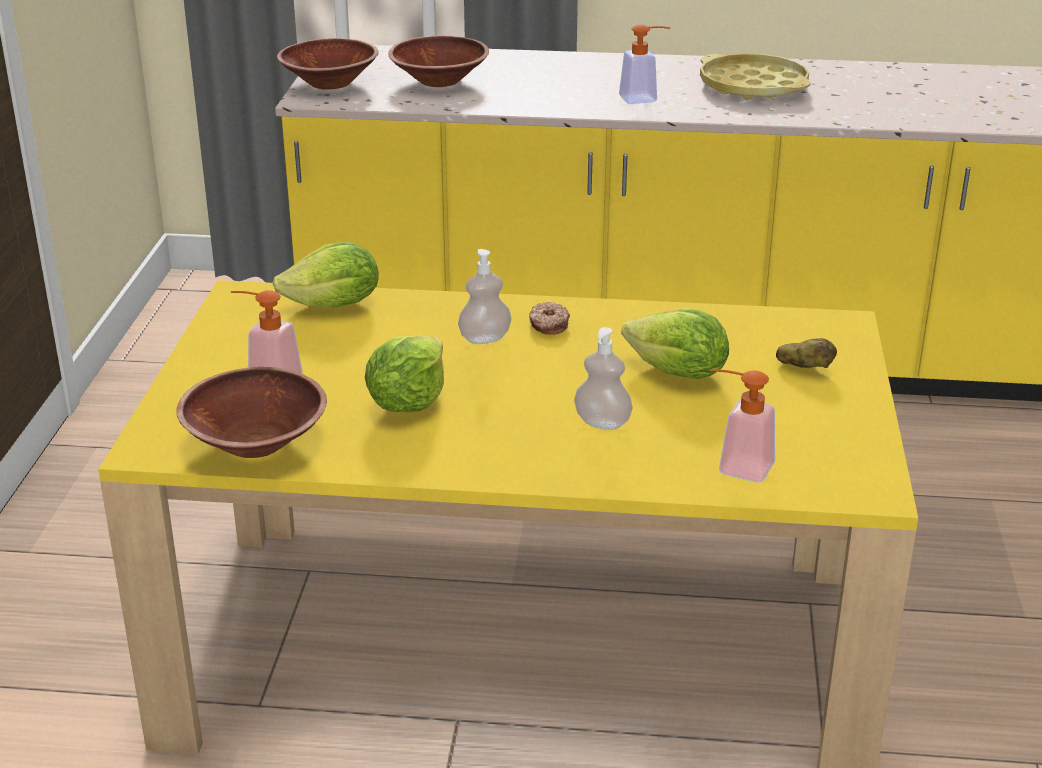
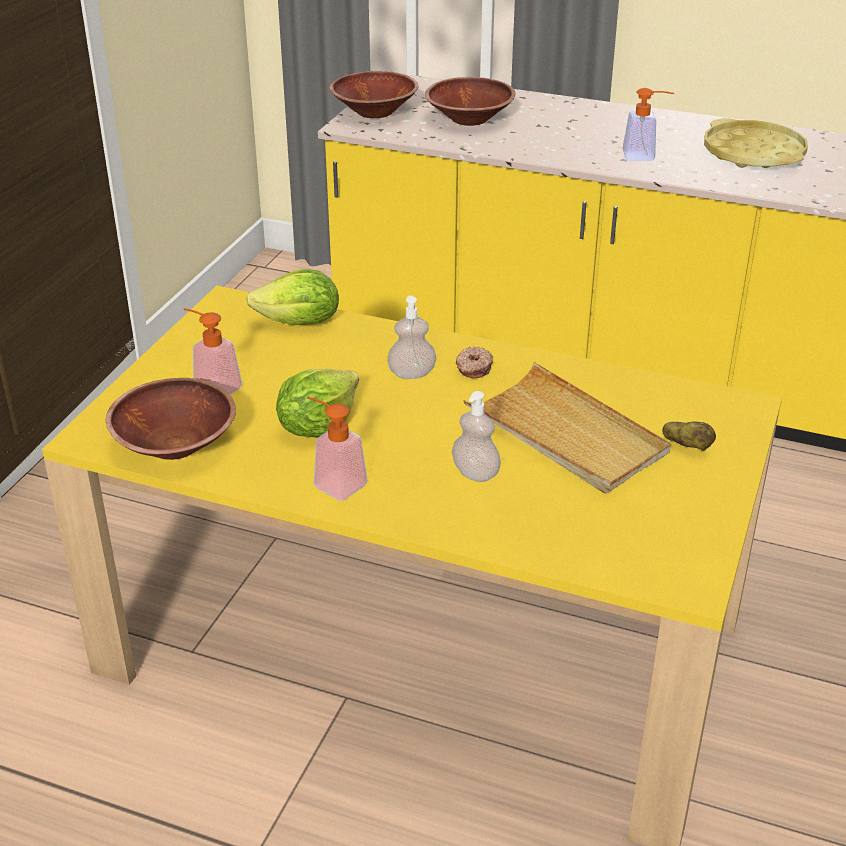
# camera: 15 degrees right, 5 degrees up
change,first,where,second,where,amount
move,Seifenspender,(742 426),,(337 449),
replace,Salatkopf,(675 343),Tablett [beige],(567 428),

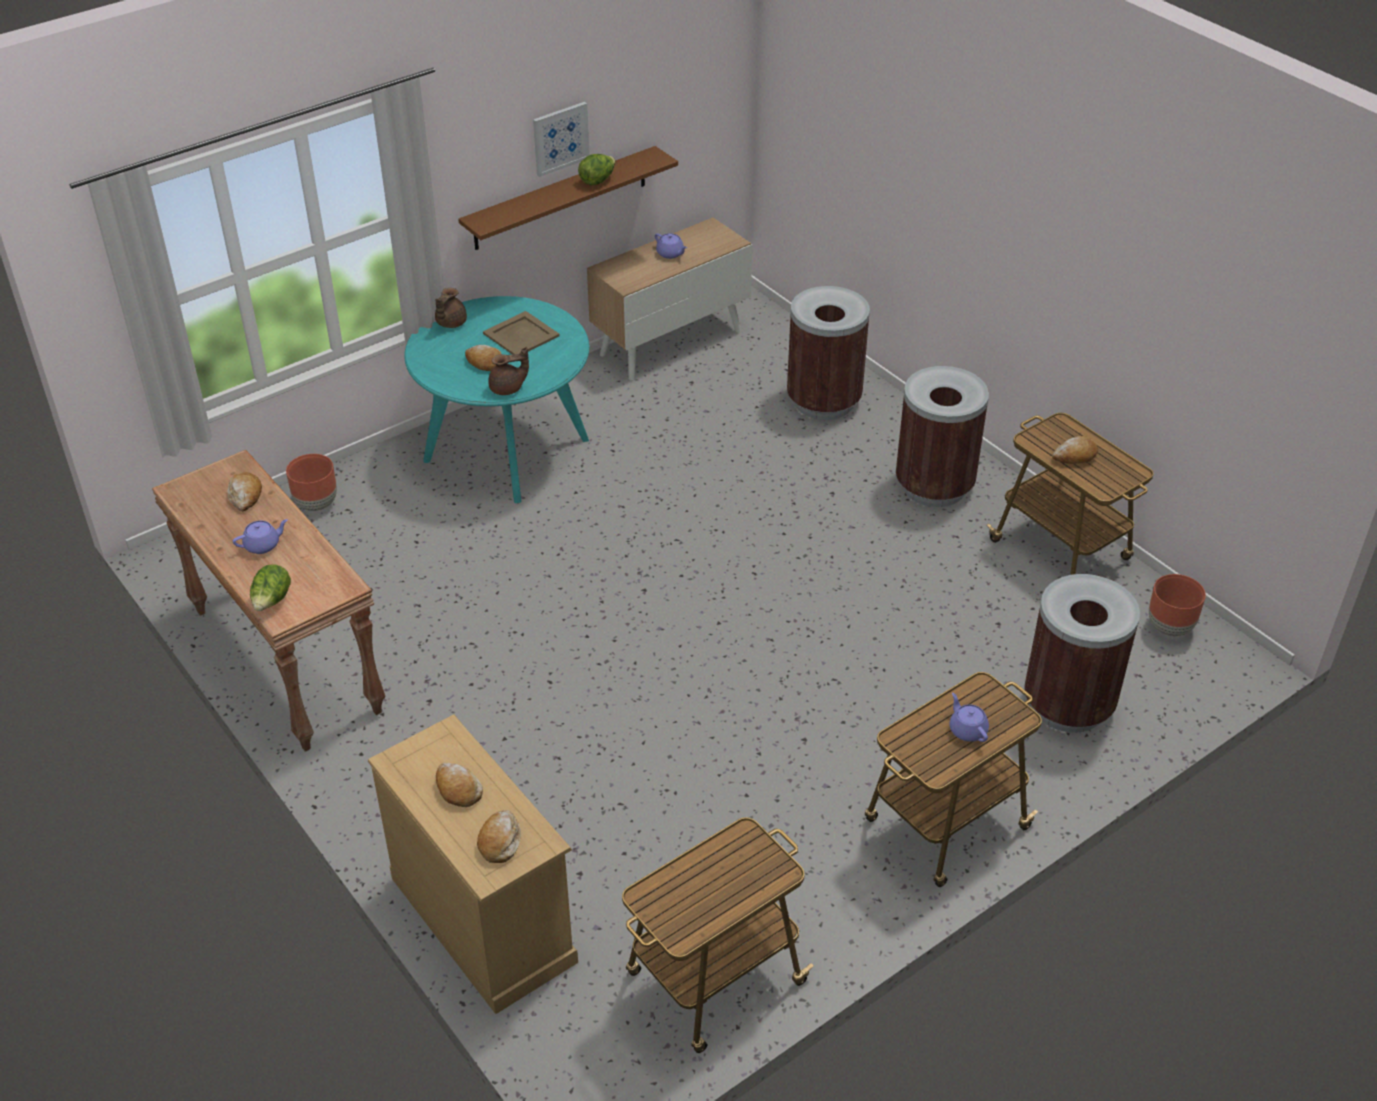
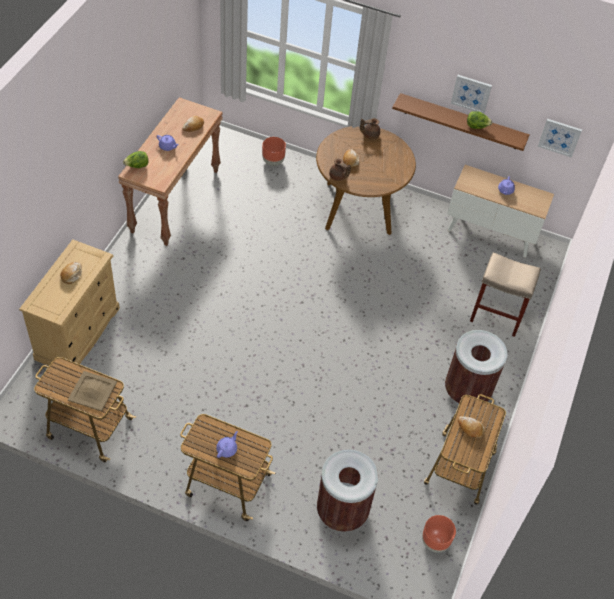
# camera: 55 degrees right, 10 degrees up
change,first,where,second,where,amount
delete,Brot,(499 836),,,
insert,,,Bild,(560 138),
move,Tablett [beige],(521 333),,(92 391),
replace,Mülleimer [braun],(828 353),Hocker [beige],(505 294),
recolor,Esstisch [türkis],(496 399),Esstisch [braun],(366 180),

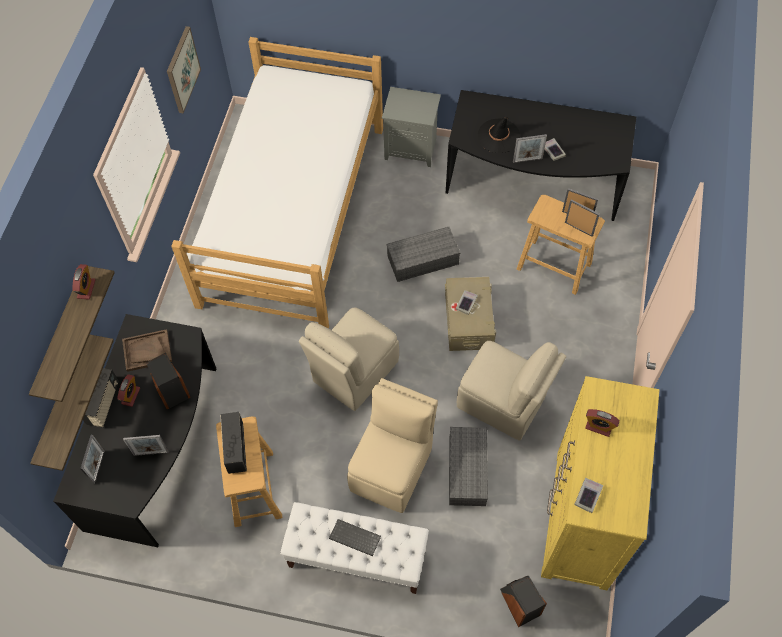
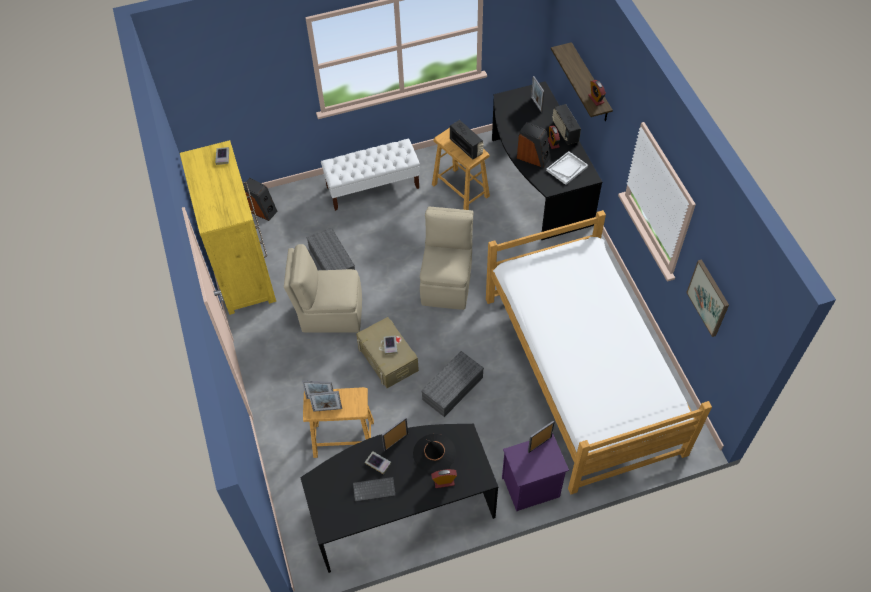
# camera: 150 degrees right, 5 degrees down
change,first,where,second,where,amount
delete,Wandregal,(72 403),,,
delete,Stuhl [beige],(392 445),,,
move,Bilderrahmen,(146 445),,(541 436),
move,Tastatur,(355 537),,(374 489),
move,Wecker,(602 423),,(444 478),
recolor,Tablett [braun],(147 350),Tablett [weiß],(567 168),
recolor,Nachttisch [grau],(411 127),Nachttisch [lila],(535 472),

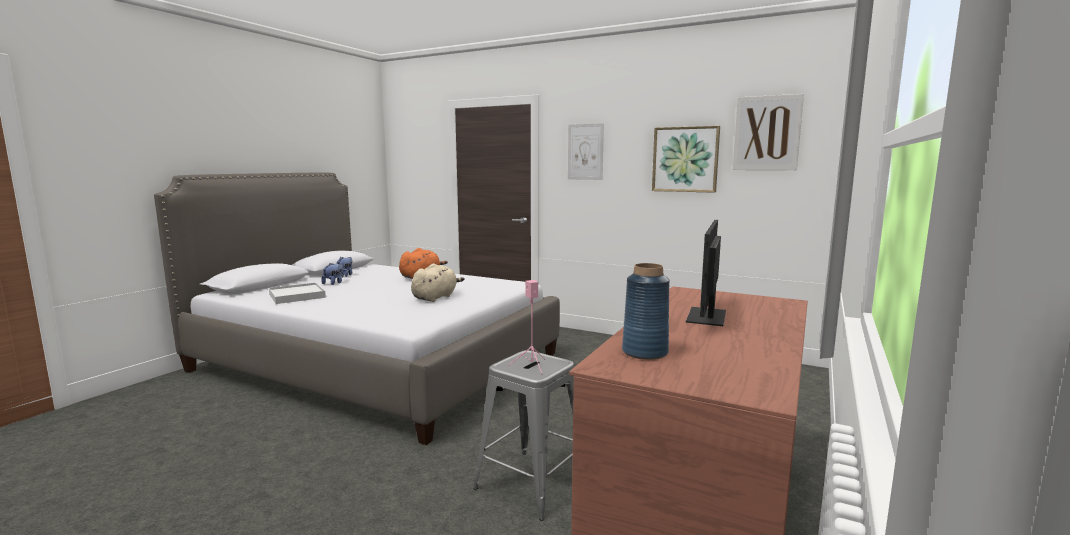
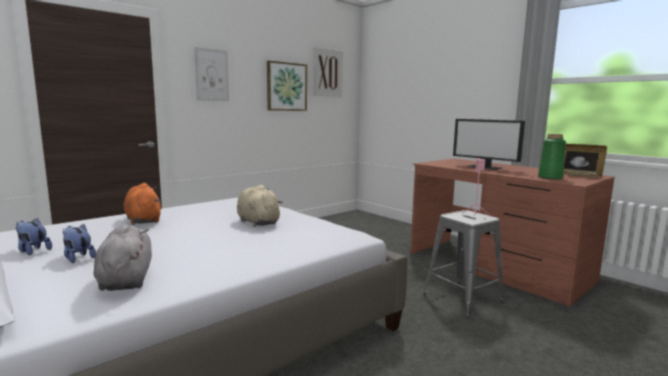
# camera: 70 degrees left, 0 degrees up
change,first,where,second,where,amount
insert,,,Bilderrahmen,(585 161),
replace,Tablett [weiß],(297 293),Plüschtier [grau],(123 258),
recolor,Vase [blau],(646 311),Vase [grün],(552 157),

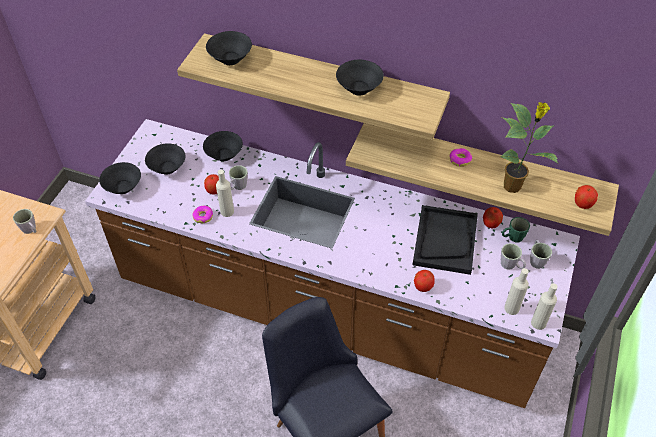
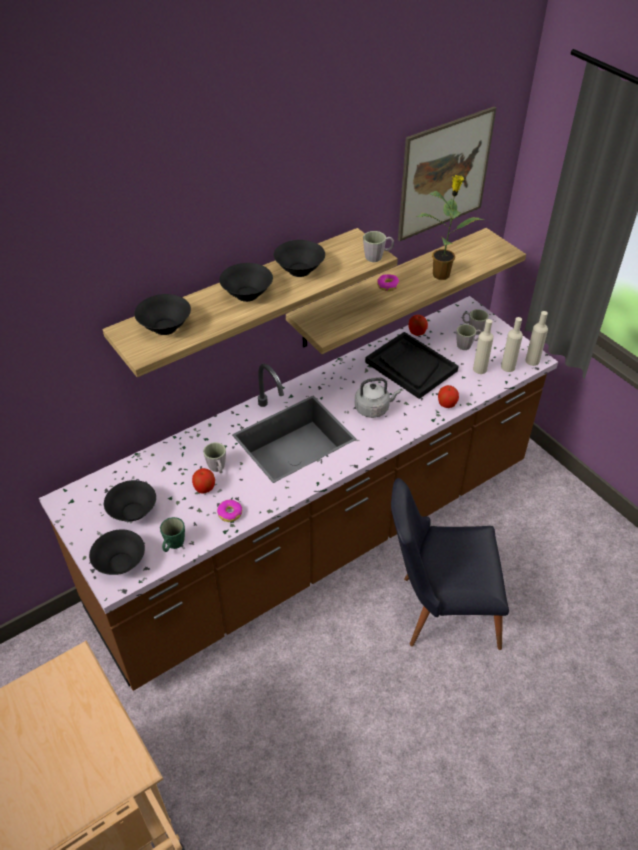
# camera: 55 degrees left, 5 degrees down
change,first,where,second,where,amount
delete,Apfel,(586 197),,,
insert,,,Wasserkessel [grau],(378 398),
insert,,,Bild,(447 174),
move,Henkelbecher [grau],(25 221),,(378 246),
move,Schüssel [schwarz],(223 146),,(246 282),
move,Flasche [beige],(225 193),,(483 346),
move,Henkelbecher [grün],(516 230),,(172 534),

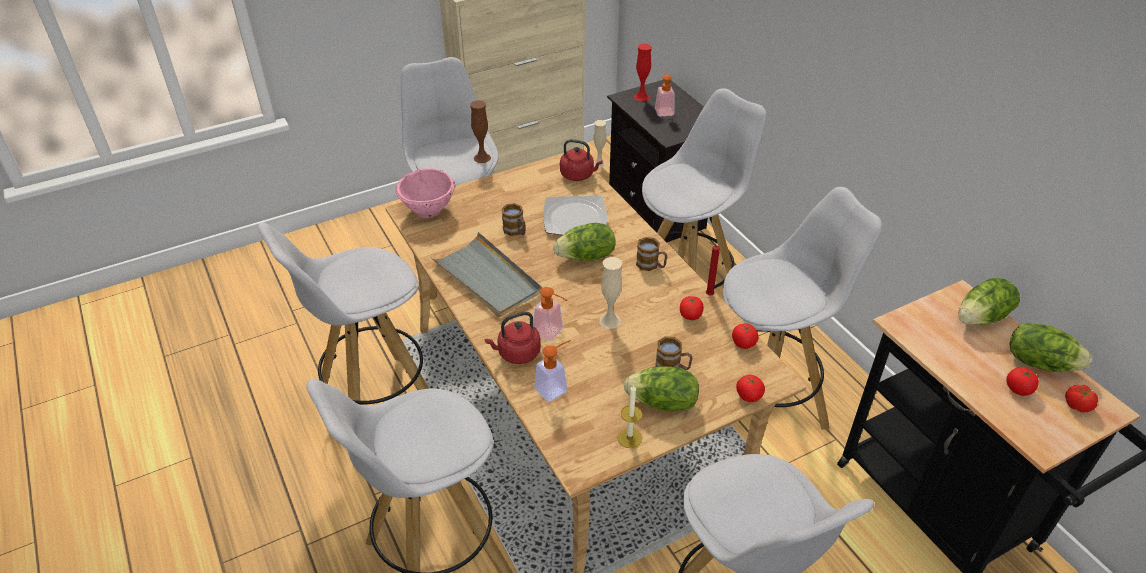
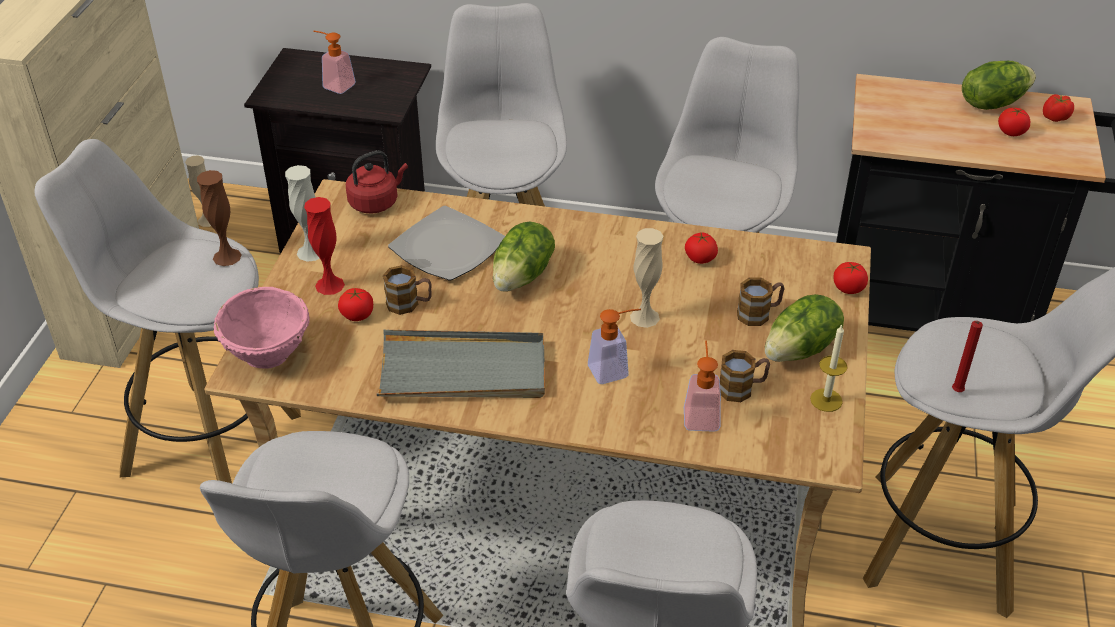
# camera: 50 degrees left, 0 degrees up
change,first,where,second,where,amount
delete,Wasserkessel [rot],(512 337),,,
delete,Salatkopf,(989 301),,,
insert,,,Vase [weiß],(302 213),
move,Vase [rot],(643 72),,(324 246),
move,Henkelbecher,(651 254),,(745 376),
move,Kerze [rot],(713 269),,(967 356),
move,Tomate,(745 336),,(355 304),

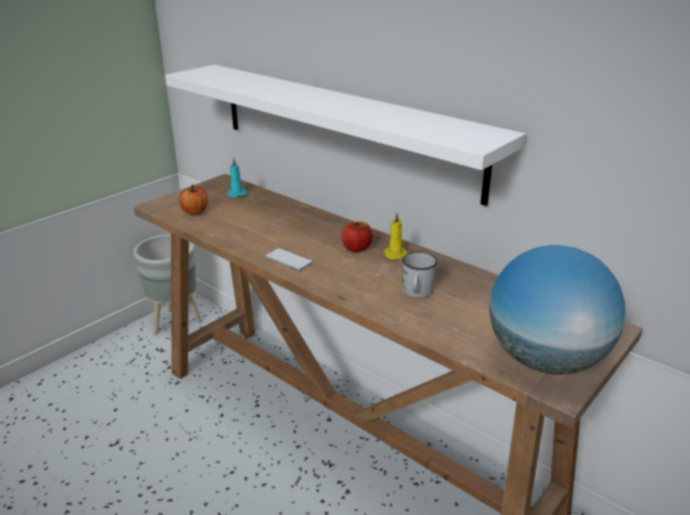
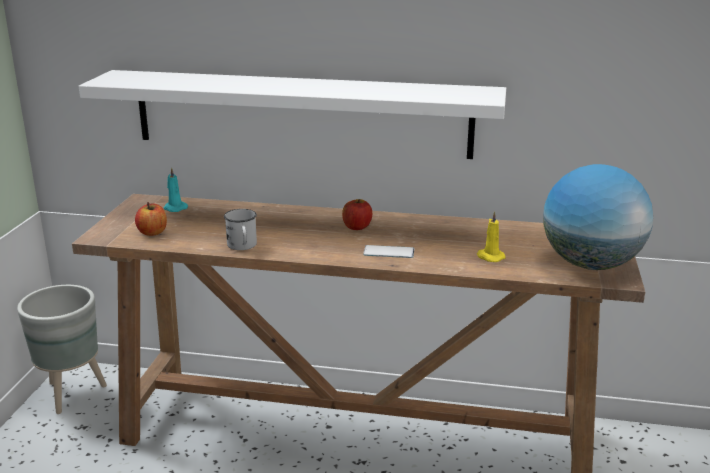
# camera: 30 degrees left, 5 degrees down
change,first,where,second,where,amount
move,Handy,(289 259),,(388 251),
move,Kerze [gelb],(396 236),,(491 236),
move,Henkelbecher [weiß],(419 275),,(240 229),

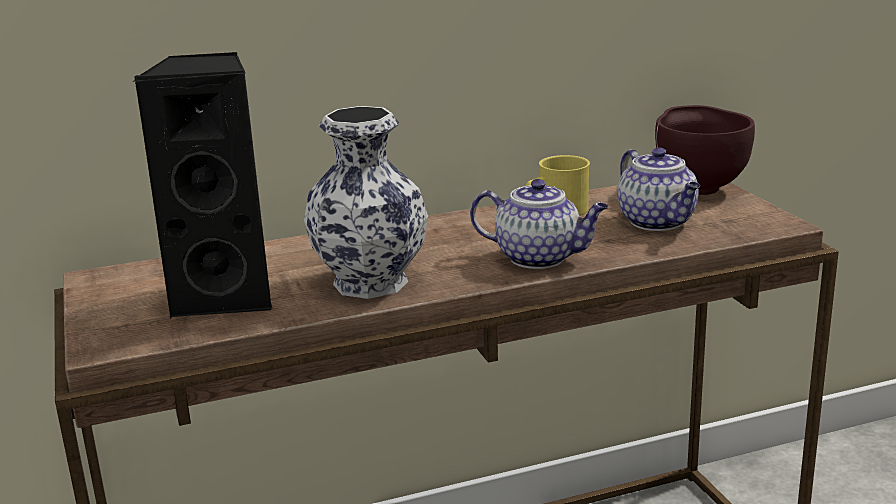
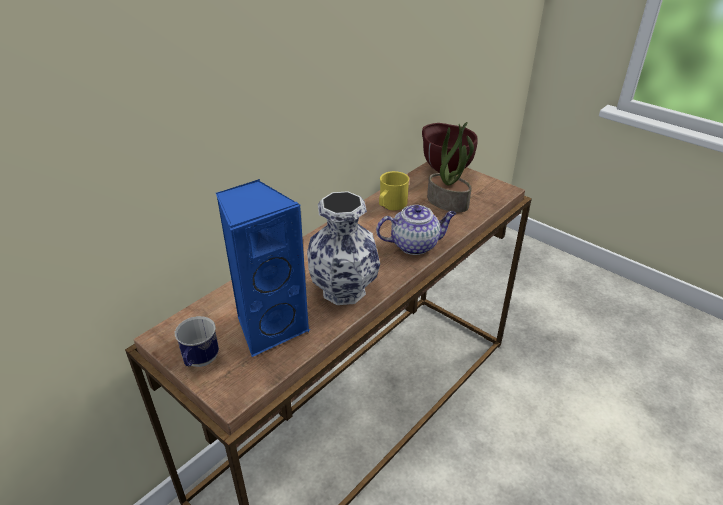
# camera: 30 degrees left, 15 degrees up
change,first,where,second,where,amount
insert,,,Henkelbecher,(197 341),
replace,Teekanne,(658 189),Topfpflanze,(450 167),
recolor,Lautsprecher [schwarz],(202 185),Lautsprecher [blau],(263 268),

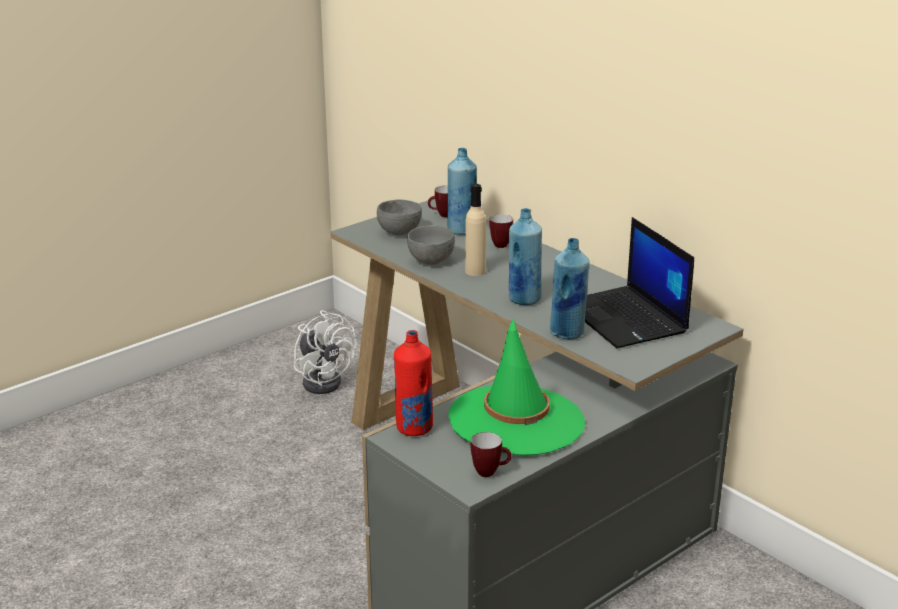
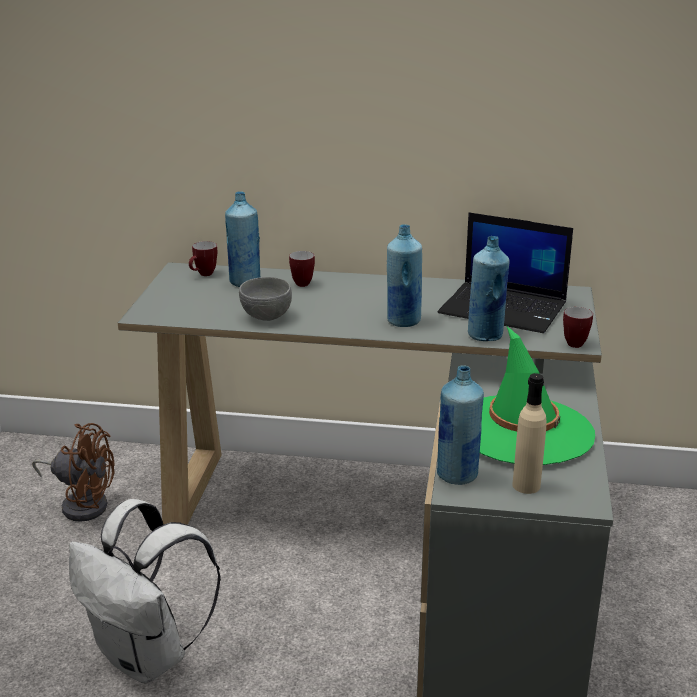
# camera: 40 degrees left, 0 degrees up
change,first,where,second,where,amount
delete,Schüssel [grau],(399 217),,,
insert,,,Rucksack [weiß],(145 591),
move,Flasche [beige],(475 230),,(529 433),
move,Henkelbecher,(491 454),,(578 327),
recolor,Ventilator [weiß],(325 352),Ventilator [braun],(73 472),
recolor,Flasche [rot],(413 383),Flasche [blau],(460 425),

